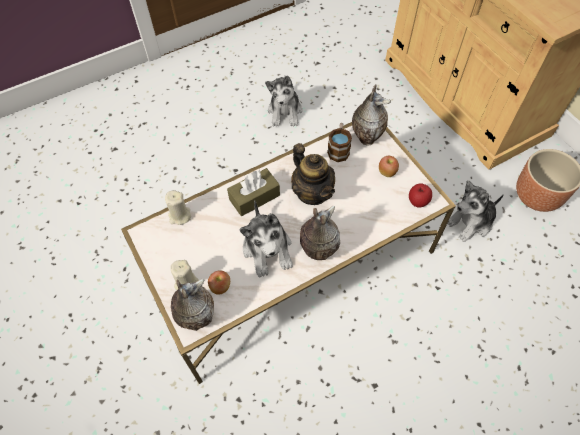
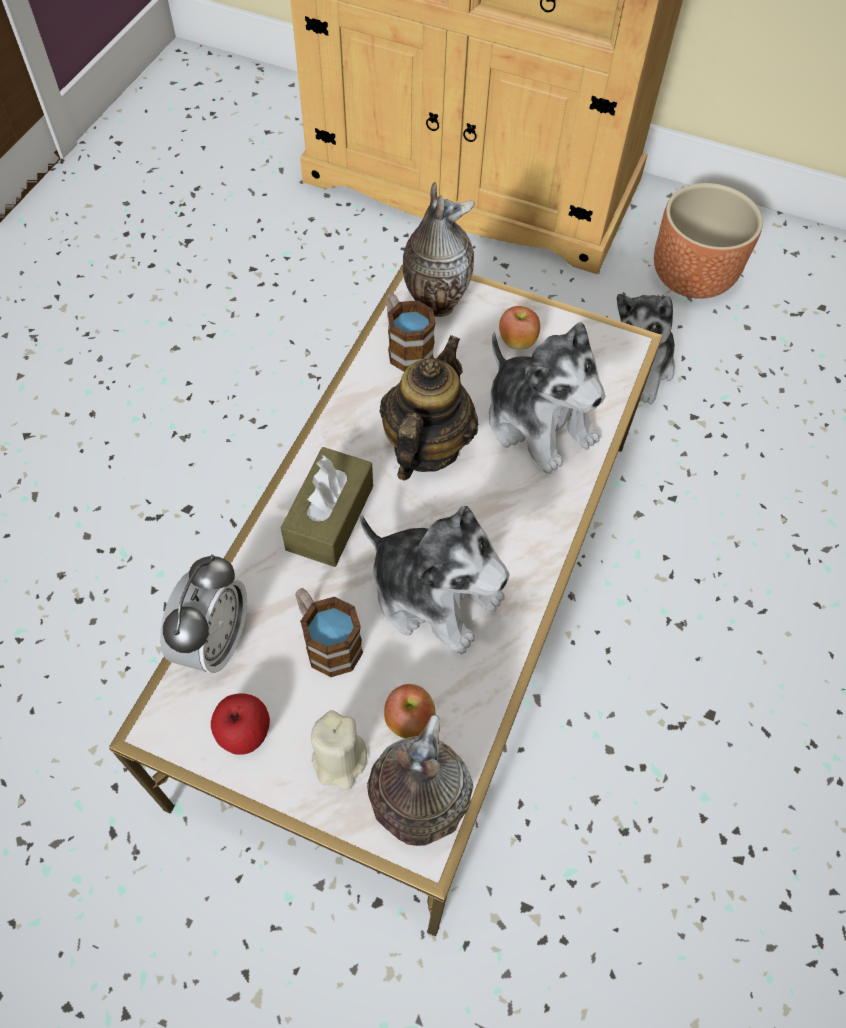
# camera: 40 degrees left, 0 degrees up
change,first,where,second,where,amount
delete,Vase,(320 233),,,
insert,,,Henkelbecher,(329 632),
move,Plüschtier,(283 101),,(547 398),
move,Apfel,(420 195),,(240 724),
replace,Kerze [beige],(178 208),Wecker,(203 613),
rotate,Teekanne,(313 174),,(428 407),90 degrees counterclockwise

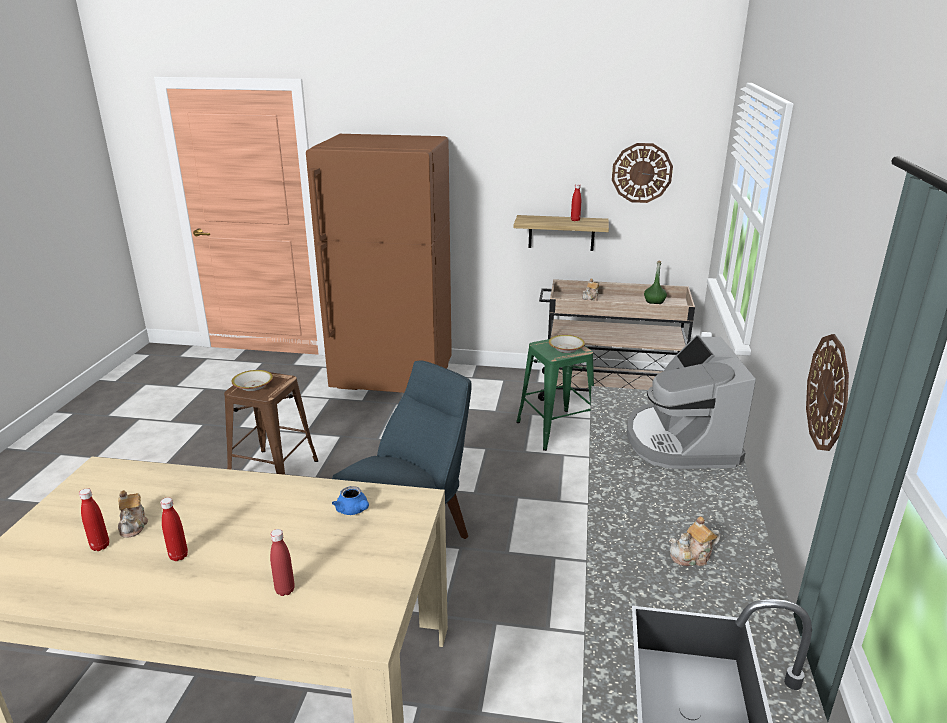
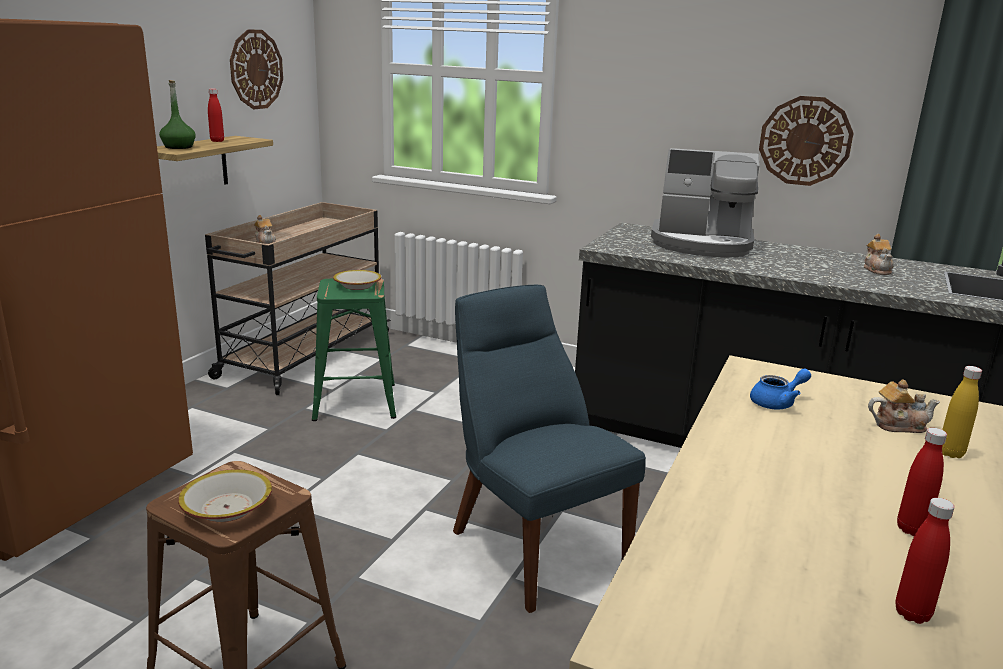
# camera: 75 degrees left, 5 degrees down
change,first,where,second,where,amount
move,Teekanne,(133 514),,(904 406),
move,Flasche [grün],(655 282),,(177 114),
recolor,Flasche [rot],(282 562),Flasche [gelb],(962 412),

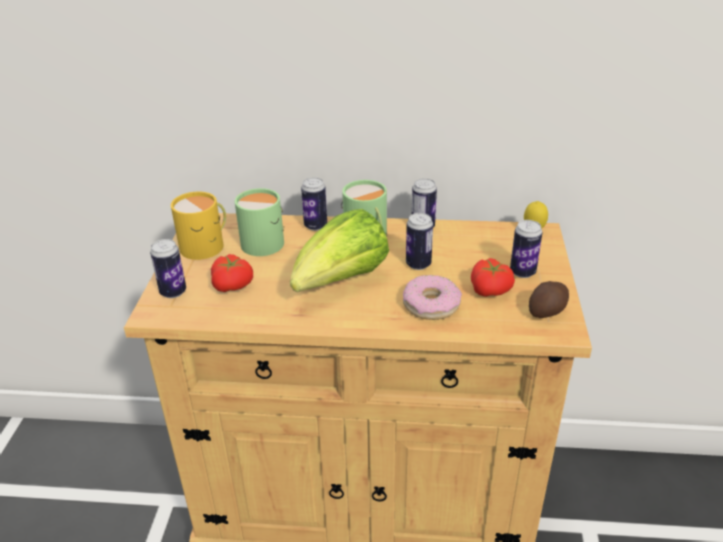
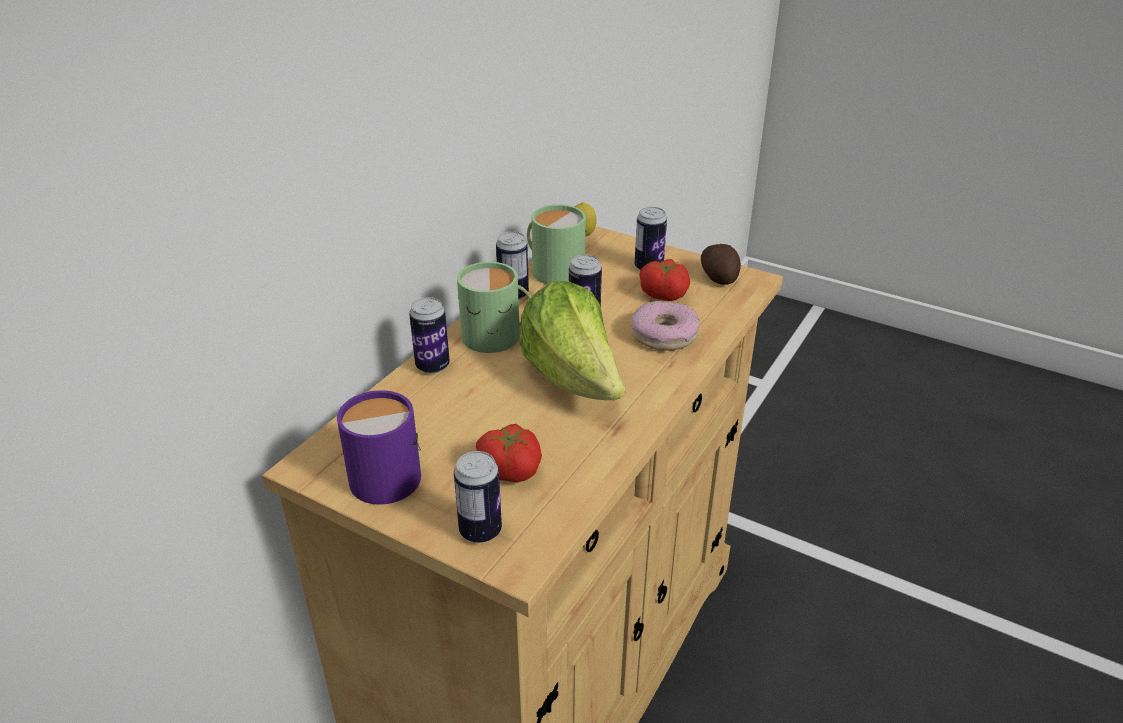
# camera: 65 degrees left, 0 degrees up
change,first,where,second,where,amount
move,Henkelbecher [grün],(259 222),,(556 245),
recolor,Henkelbecher [gelb],(198 225),Henkelbecher [lila],(379 447),

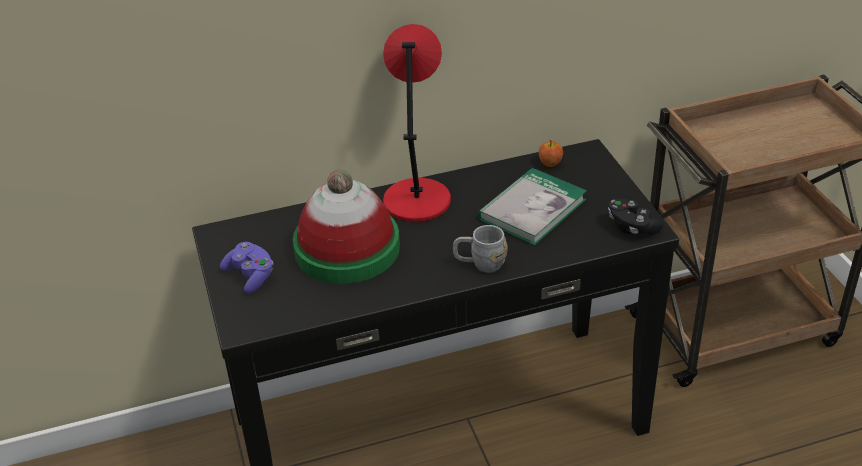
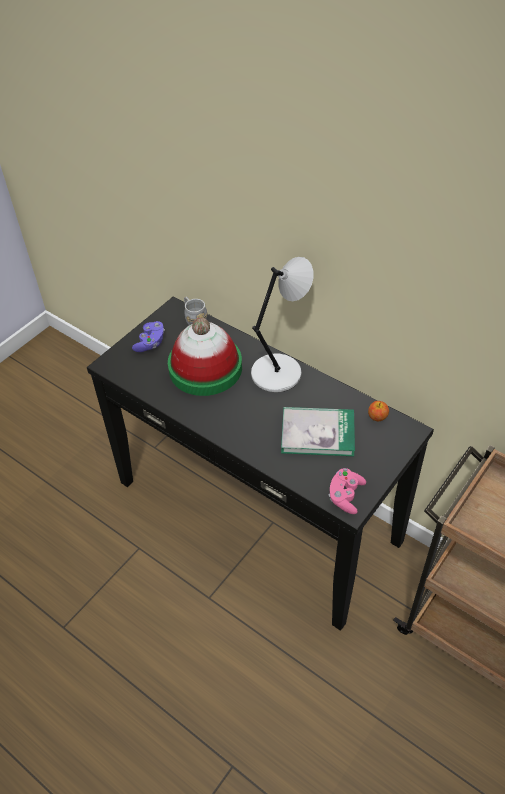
# camera: 55 degrees right, 10 degrees up
change,first,where,second,where,amount
move,Henkelbecher [grau],(480 249),,(195 311),
recolor,Tischlampe [rot],(417 123),Tischlampe [grau],(282 324),
recolor,Gamepad [schwarz],(636 216),Gamepad [rosa],(347 491),

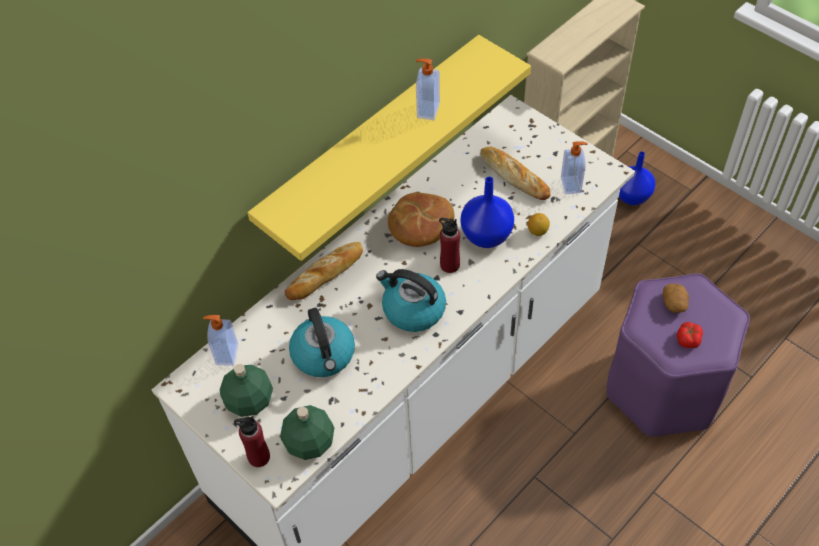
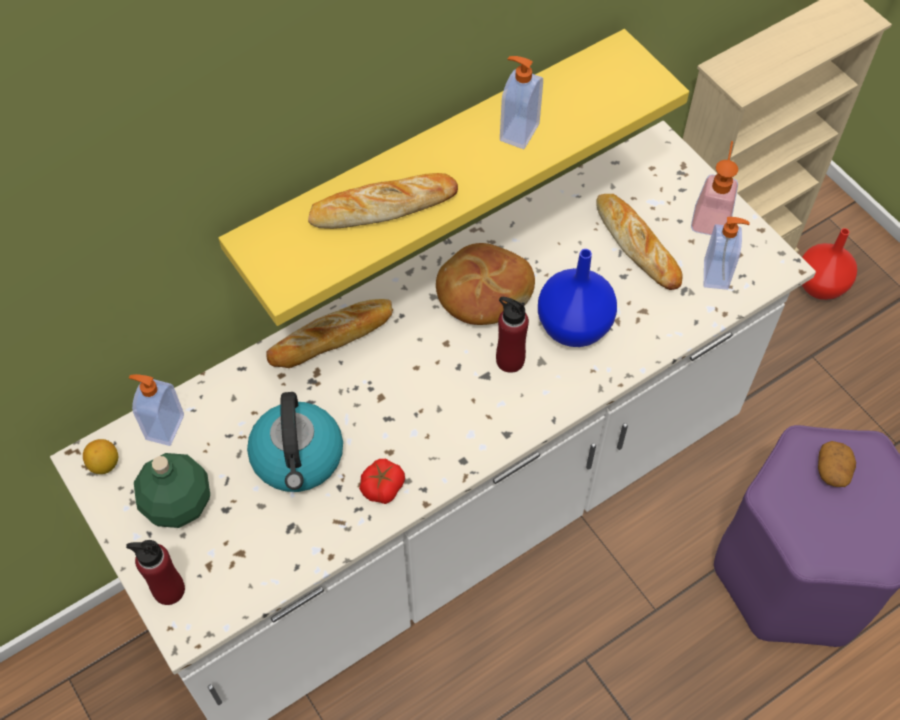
# camera: 10 degrees right, 5 degrees up
change,first,where,second,where,amount
delete,Flasche [grün],(307 432),,,
delete,Wasserkessel,(411 300),,,
insert,,,Brot,(383 201),
insert,,,Seifenspender,(714 188),
move,Zitrone,(539 224),,(100 456),
move,Tomate,(690 335),,(382 481),
recolor,Vase [blau],(637 178),Vase [rot],(829 264),

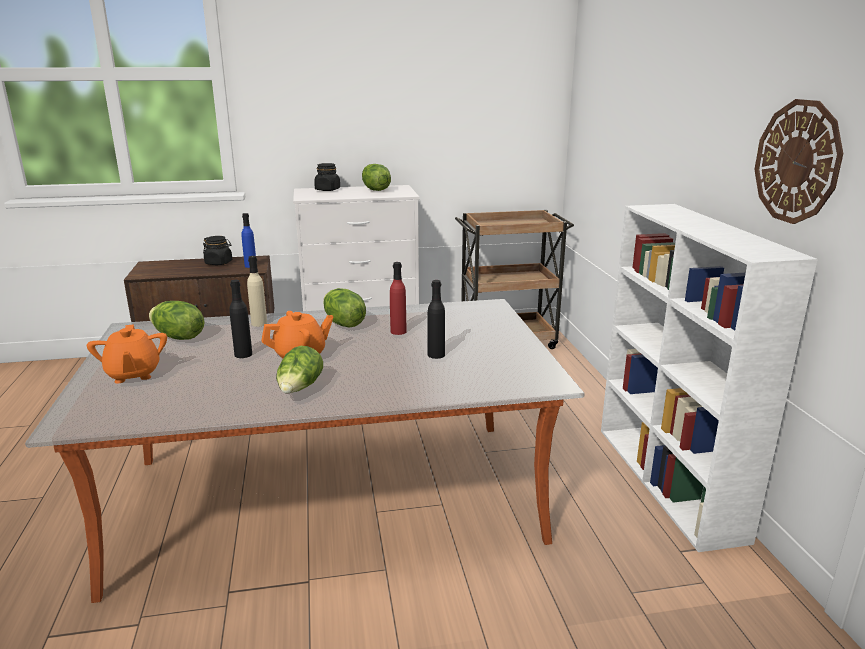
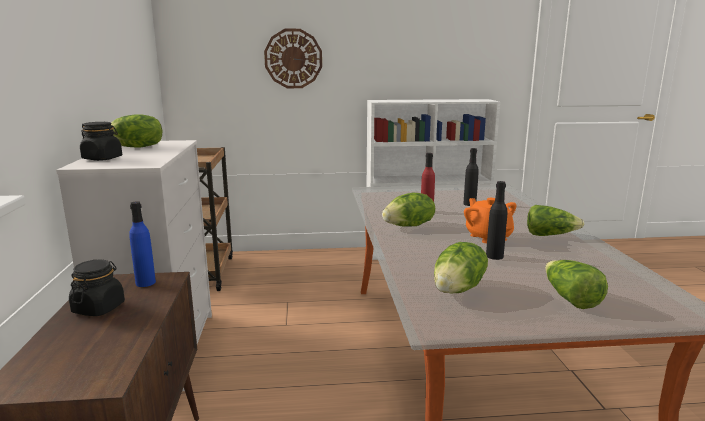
# camera: 85 degrees left, 5 degrees down
change,first,where,second,where,amount
delete,Flasche [beige],(257 291),,,
move,Wanduhr,(798 161),,(293 58),
replace,Teekanne [orange],(127 354),Salatkopf,(576 284),

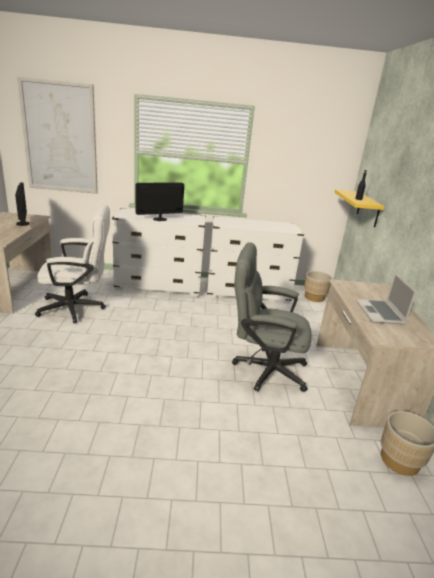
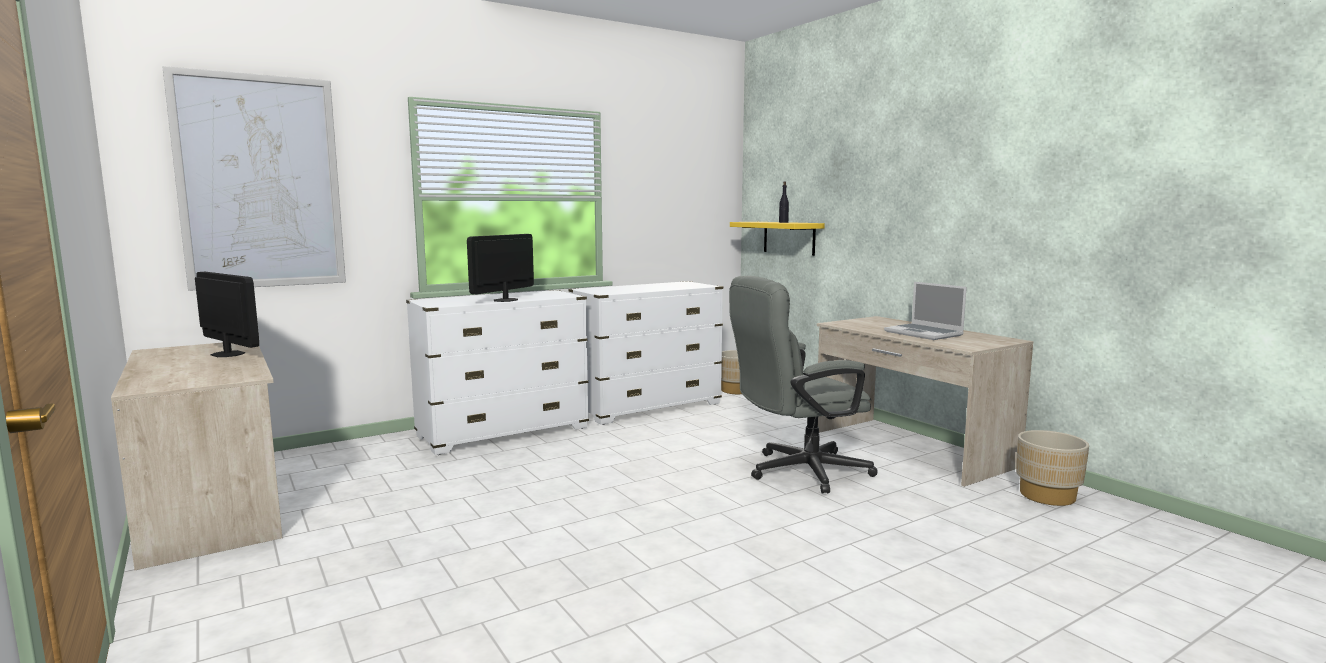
# camera: 30 degrees left, 15 degrees down
change,first,where,second,where,amount
delete,Bürostuhl [weiß],(72 264),,,

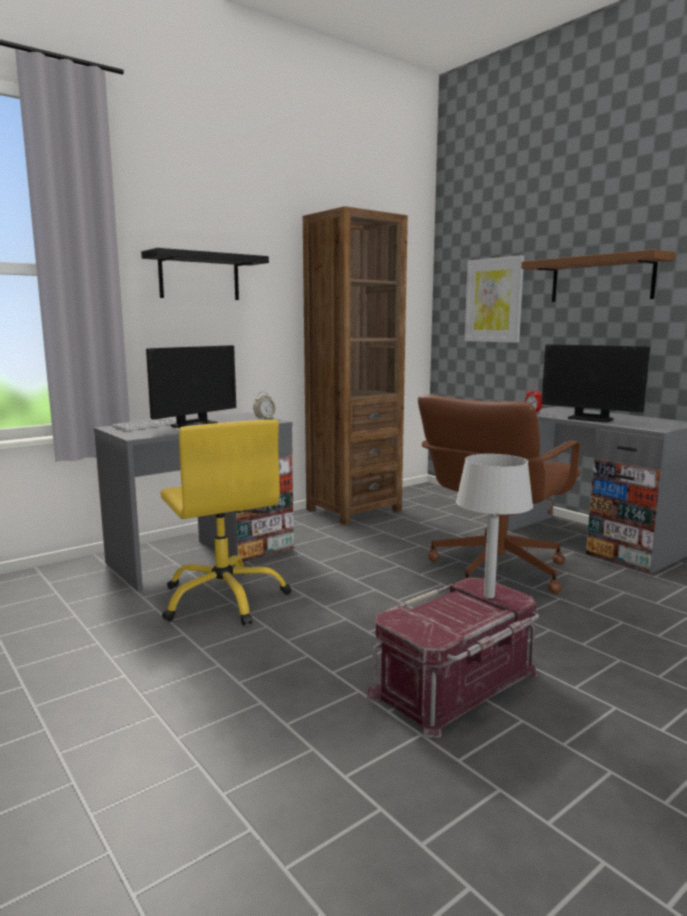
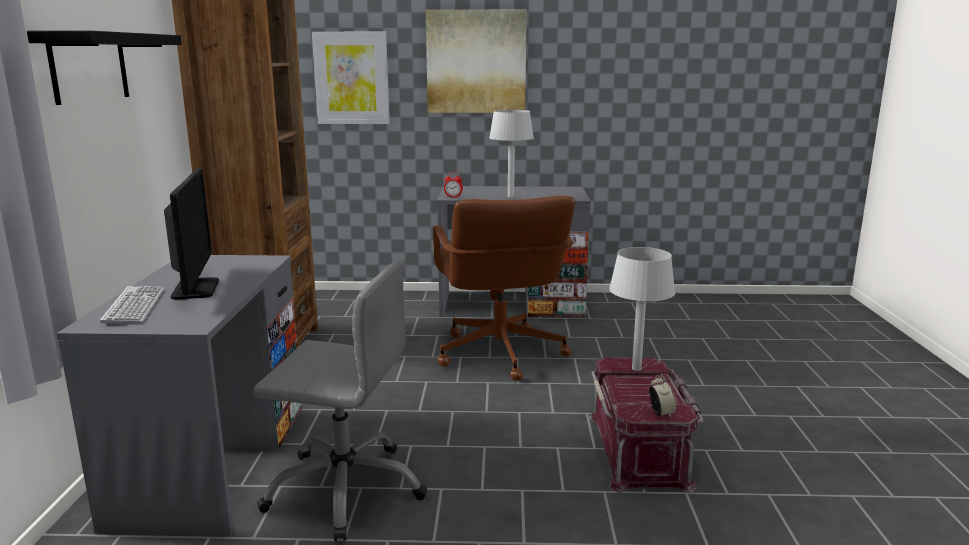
# camera: 50 degrees left, 5 degrees up
change,first,where,second,where,amount
move,Wecker,(264 405),,(662 396),
replace,Wandregal [braun],(598 275),Bild,(476 61),
replace,Monitor,(596 383),Tischlampe [grau],(511 153),
recolor,Bürostuhl [gelb],(225 523),Bürostuhl [grau],(340 400),

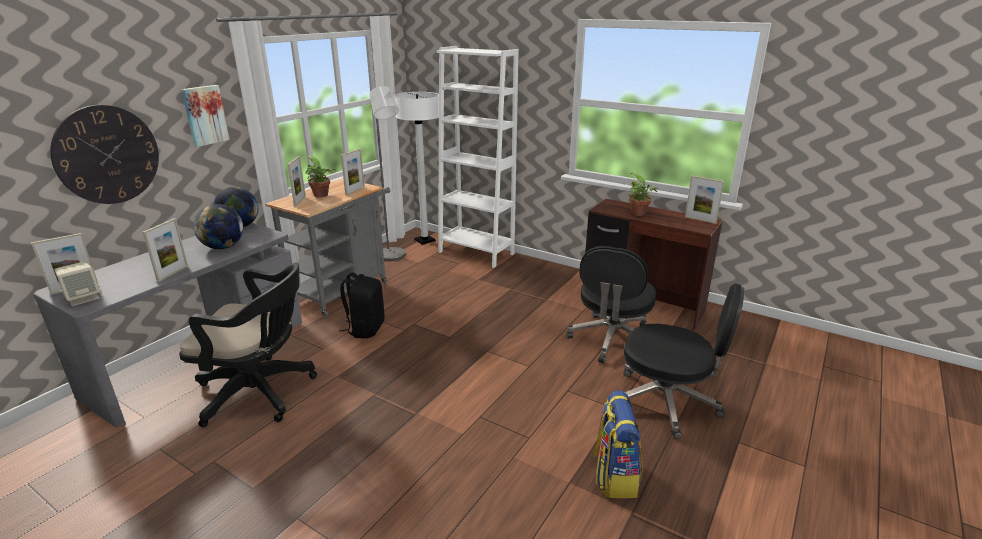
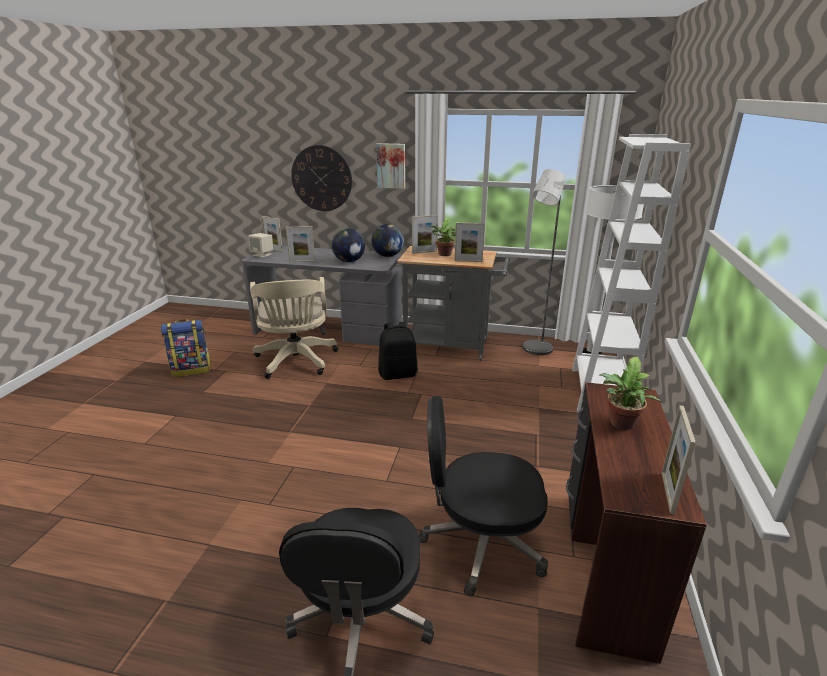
# camera: 70 degrees right, 0 degrees up
change,first,where,second,where,amount
move,Rucksack,(617 444),,(186 348),
recolor,Bürostuhl [schwarz],(248 345),Bürostuhl [beige],(294 328),

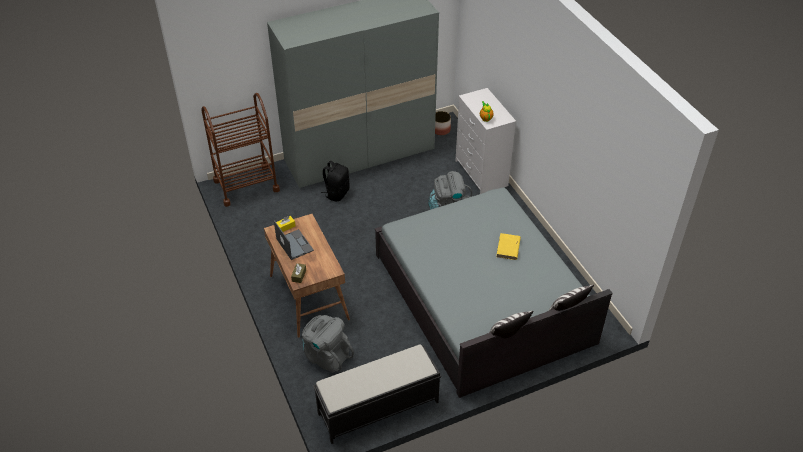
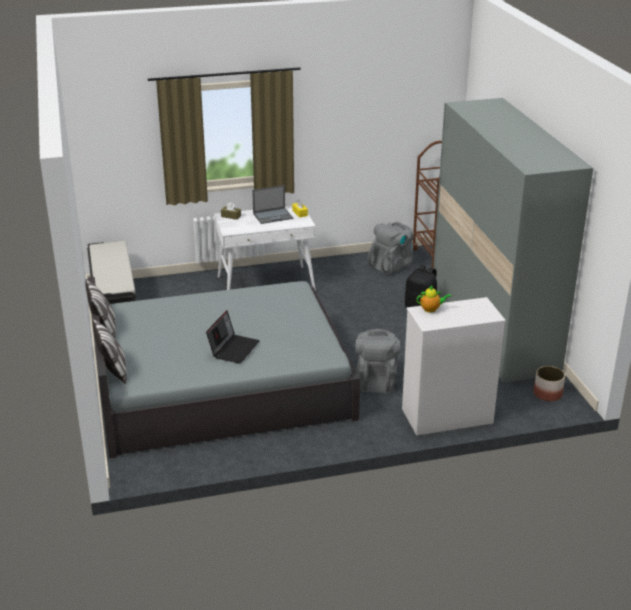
# camera: 100 degrees right, 15 degrees down
change,first,where,second,where,amount
move,Rucksack [grau],(328 344),,(391 248),
replace,Buch [gelb],(508 246),Laptop,(233 337),
recolor,Schreibtisch [braun],(307 276),Schreibtisch [weiß],(265 248),

